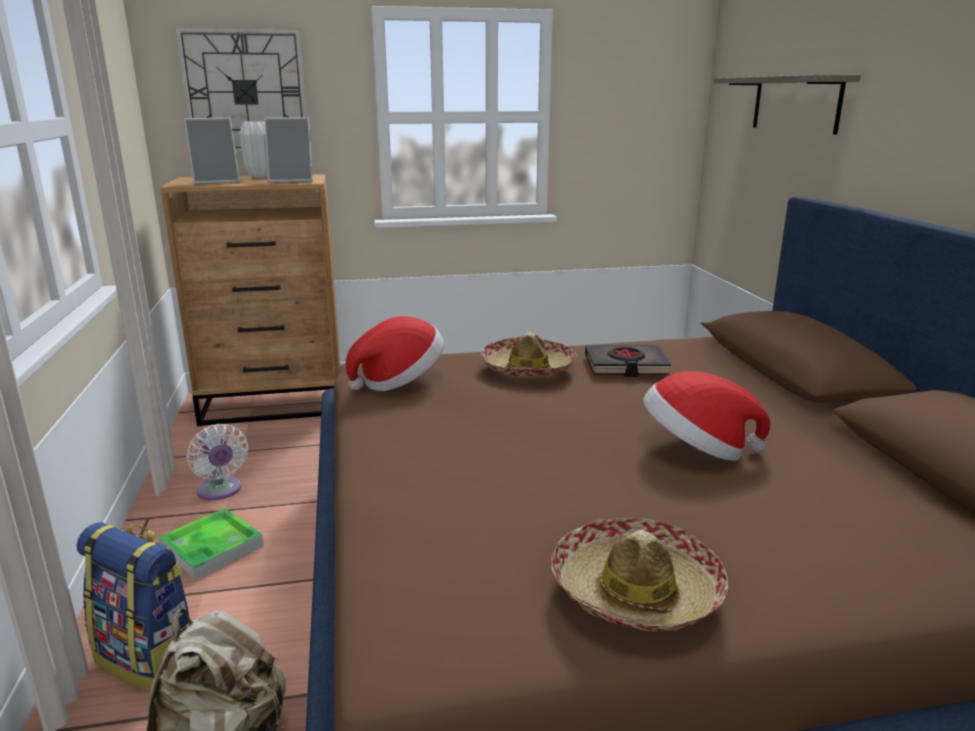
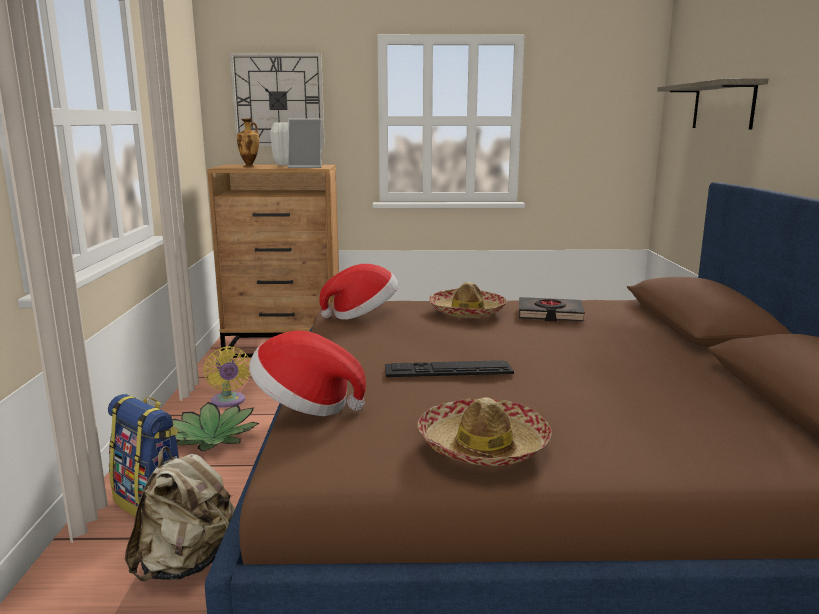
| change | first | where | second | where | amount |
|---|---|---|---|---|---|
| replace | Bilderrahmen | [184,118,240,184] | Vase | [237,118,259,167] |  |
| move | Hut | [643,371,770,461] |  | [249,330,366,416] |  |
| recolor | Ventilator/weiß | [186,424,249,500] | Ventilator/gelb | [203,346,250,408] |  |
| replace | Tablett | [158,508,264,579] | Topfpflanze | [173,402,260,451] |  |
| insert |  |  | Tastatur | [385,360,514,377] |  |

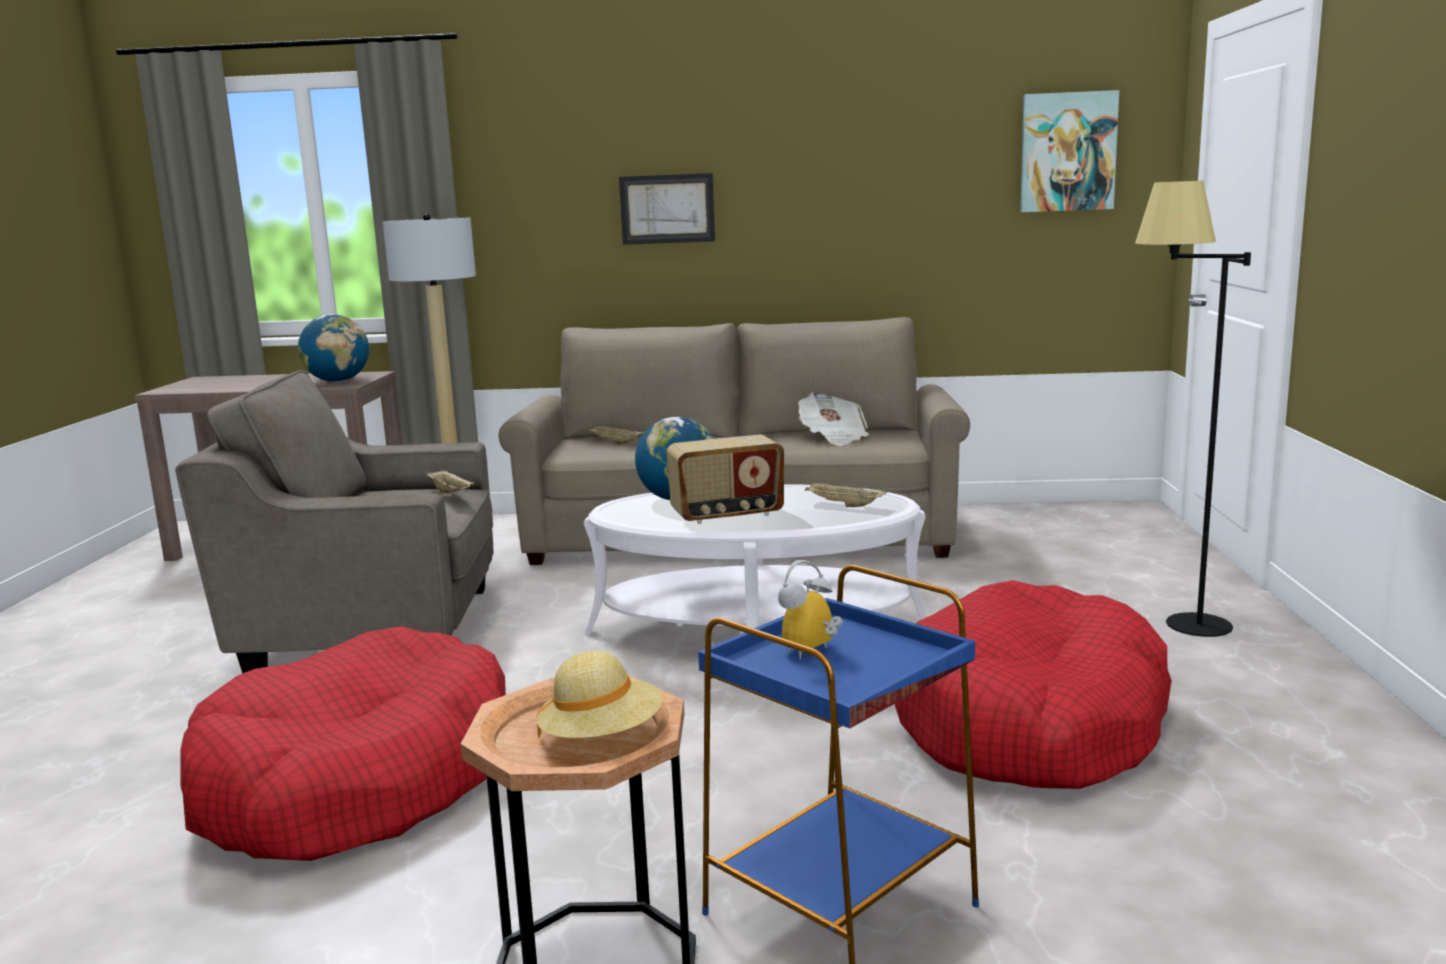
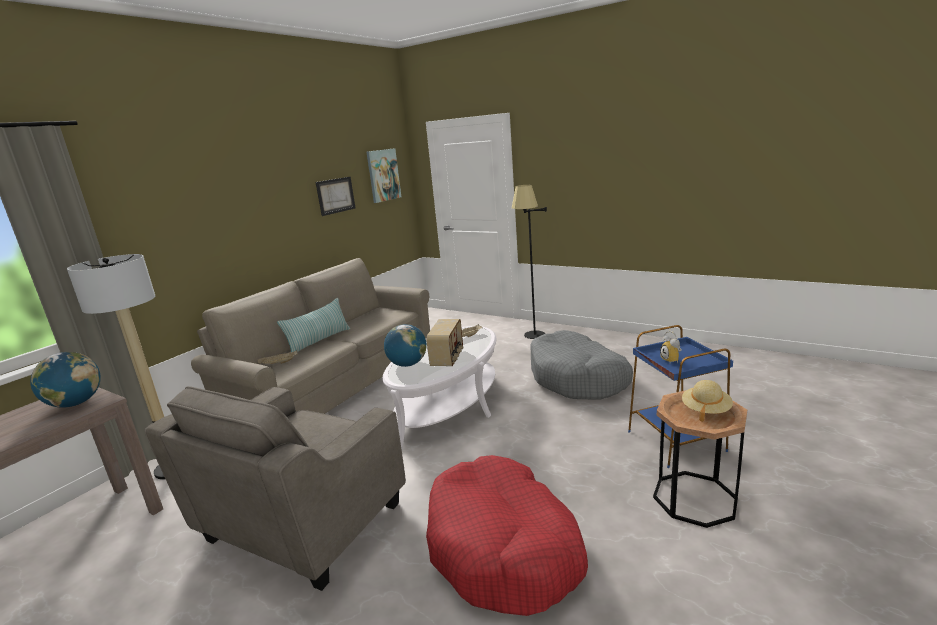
| change | first | where | second | where | amount |
|---|---|---|---|---|---|
| move | Bild | [619,173,715,245] |  | [316,177,355,216] |  |
| delete | Zeitung | [798,392,869,446] |  |  |  |
| delete | Tablett/beige | [426,470,474,493] |  |  |  |
| recolor | Hundebett/rot | [895,580,1172,789] | Hundebett/grau | [530,330,633,400] |  |
| insert |  |  | Kissen | [277,298,350,352] |  |

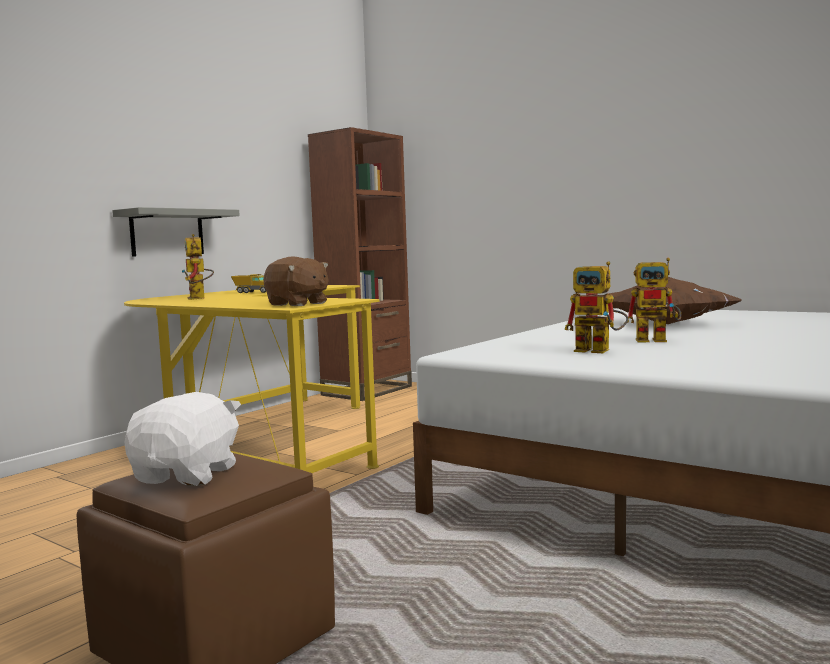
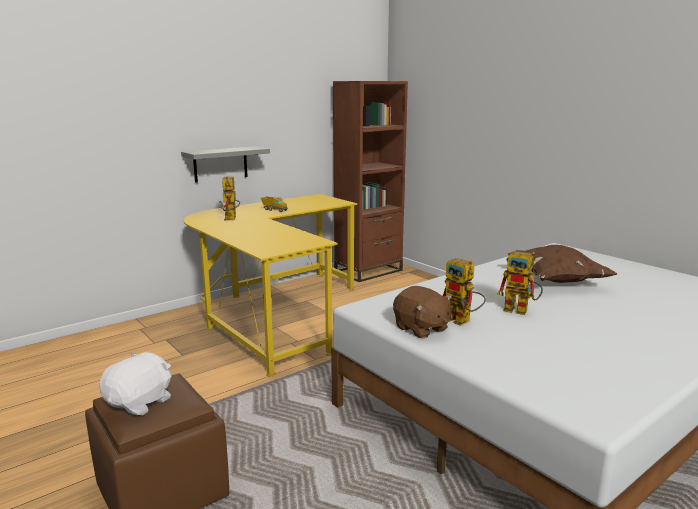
| change | first | where | second | where | amount |
|---|---|---|---|---|---|
| move | Plüschtier/braun | [263,256,329,306] |  | [393,286,452,339] |  |

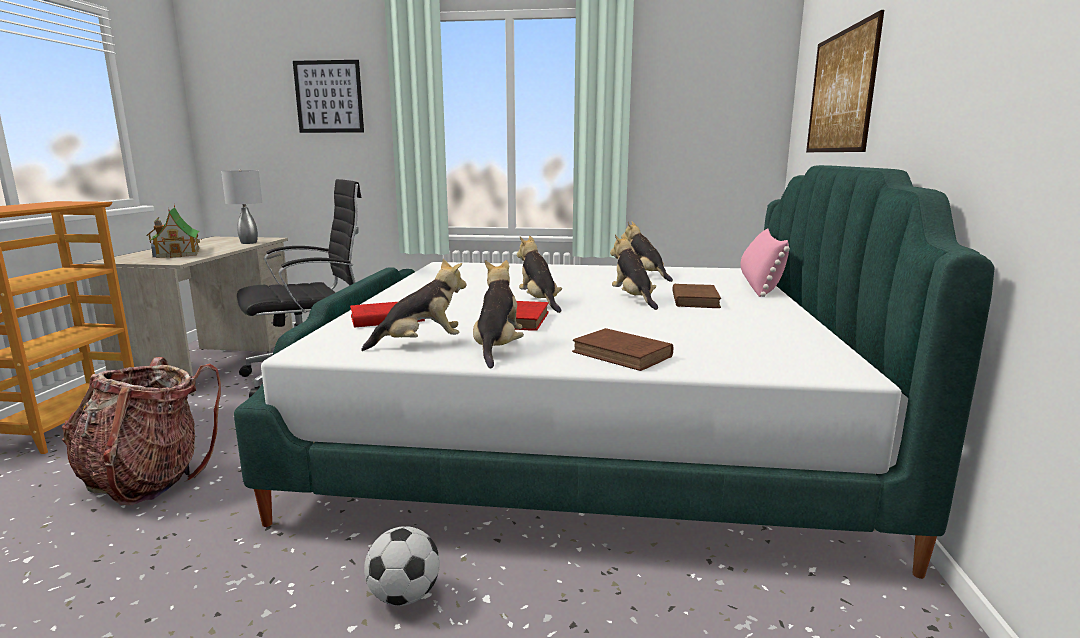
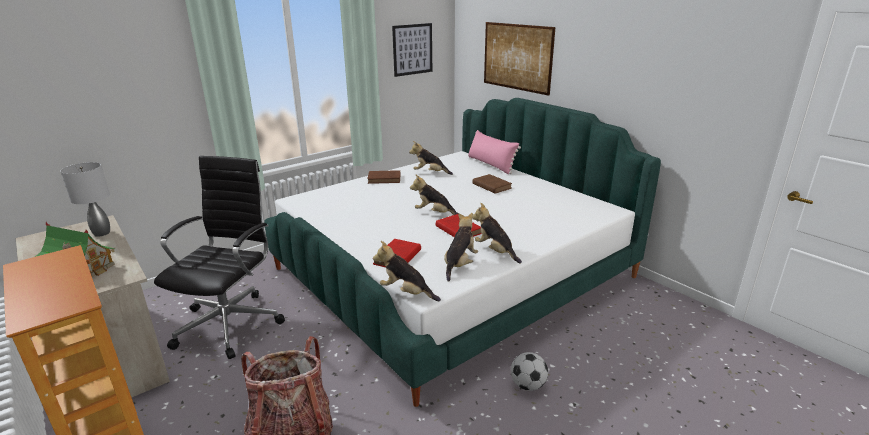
| change | first | where | second | where | amount |
|---|---|---|---|---|---|
| move | Bild | [293,60,364,133] |  | [392,23,432,77] |  |
| move | Plüschtier | [610,234,658,310] |  | [373,241,441,301] |  |
| move | Buch/braun | [572,328,673,371] |  | [368,170,401,184] |  |

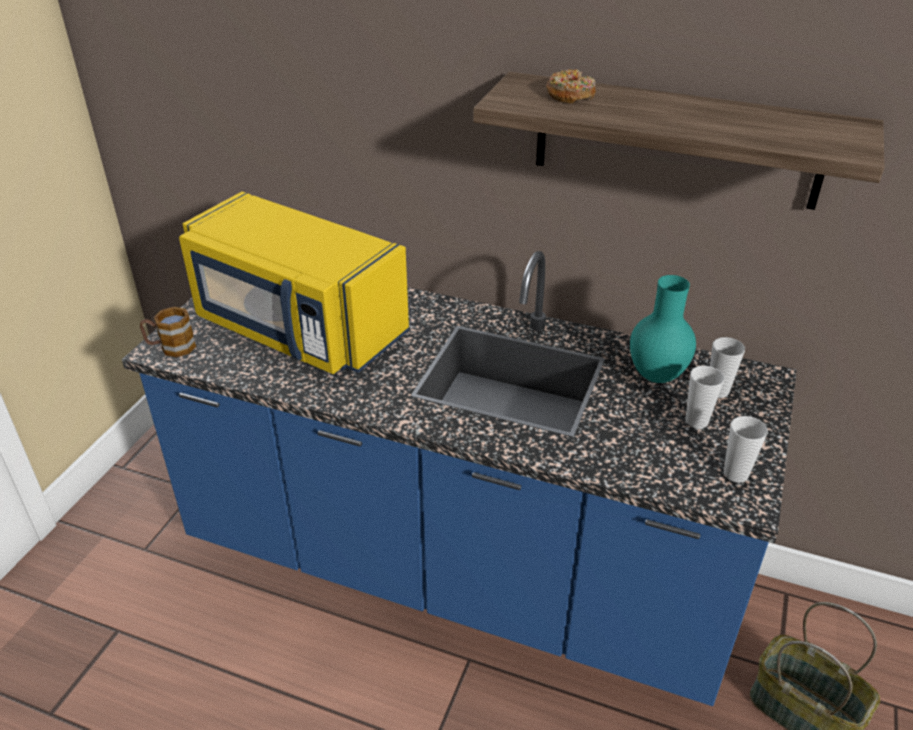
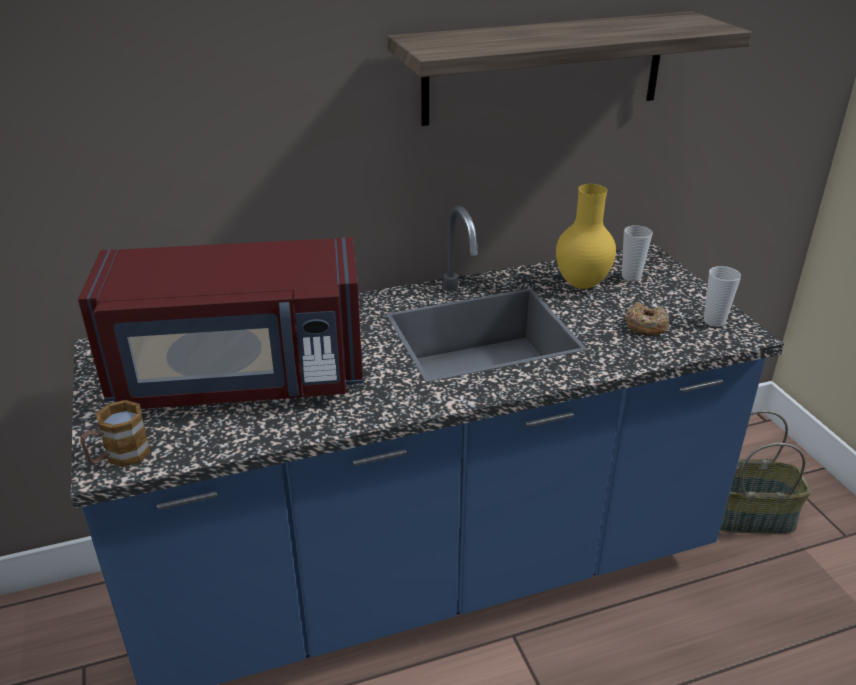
| change | first | where | second | where | amount |
|---|---|---|---|---|---|
| move | Donut | [546,69,596,103] |  | [625,303,669,336] |  |
| recolor | Mikrowelle/gelb | [179,192,409,374] | Mikrowelle/rot | [78,237,363,409] |  |
| recolor | Vase/türkis | [630,275,696,383] | Vase/gelb | [556,184,616,289] |  |
| delete | Tasse | [685,366,724,429] |  |  |  |

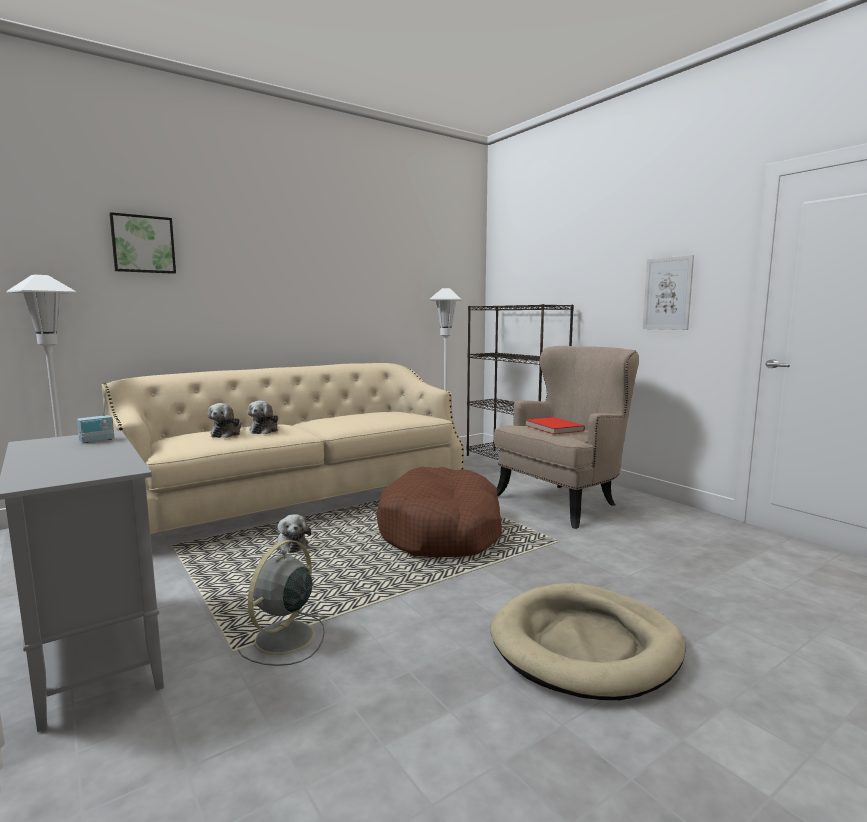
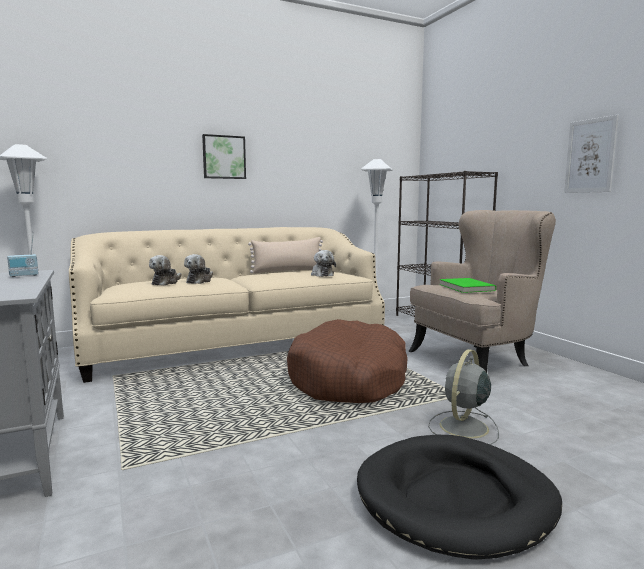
| change | first | where | second | where | amount |
|---|---|---|---|---|---|
| move | Bild | [109,212,176,274] |  | [202,134,246,179] |  |
| recolor | Buch/rot | [526,417,585,434] | Buch/grün | [439,278,496,293] |  |
| move | Plüschtier | [276,514,311,553] |  | [311,250,336,277] |  |
| move | Ventilator/grau | [238,540,326,666] |  | [428,349,499,445] |  |
| recolor | Hundebett/beige | [490,583,686,700] | Hundebett/schwarz | [357,435,562,560] |  |
| insert |  |  | Kissen/beige | [248,237,323,274] |  |

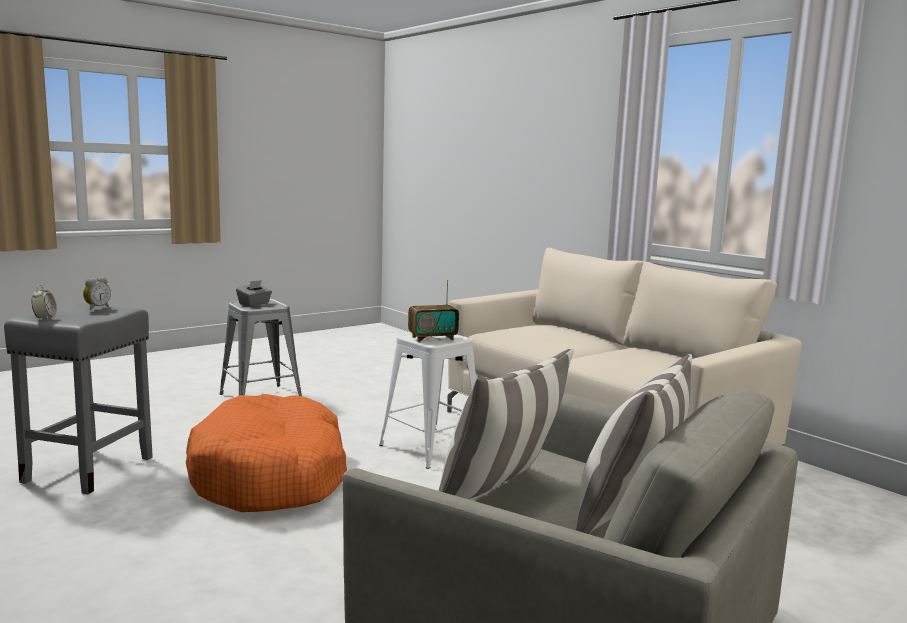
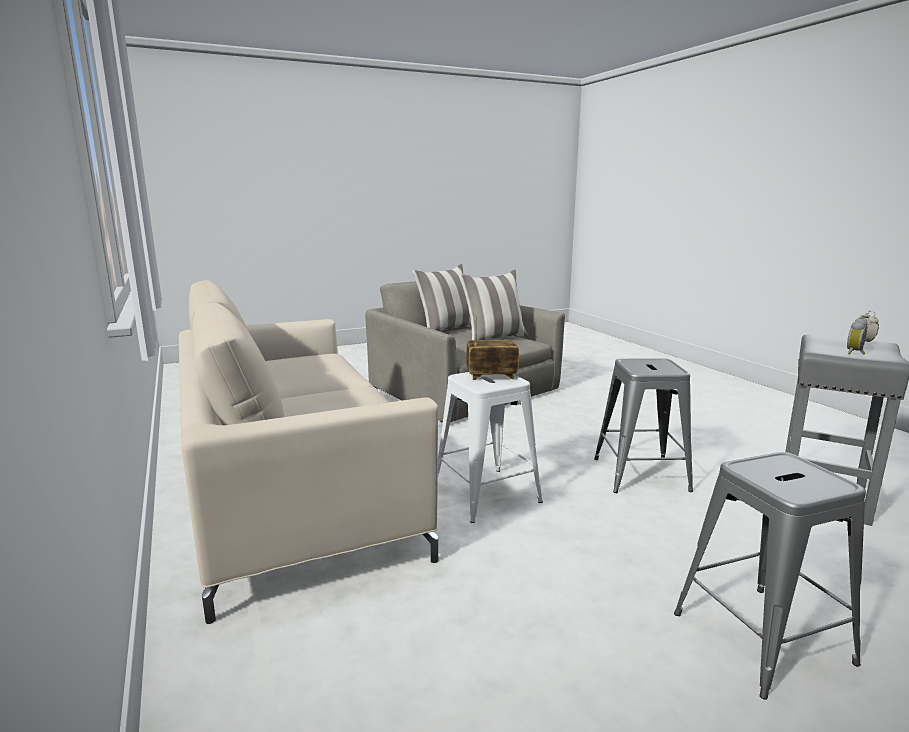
| change | first | where | second | where | amount |
|---|---|---|---|---|---|
| delete | Taschentuchbox/grau | [236,280,272,306] |  |  |  |
| replace | Hundebett/orange | [186,394,347,512] | Hocker/grau | [594,358,693,493] |  |

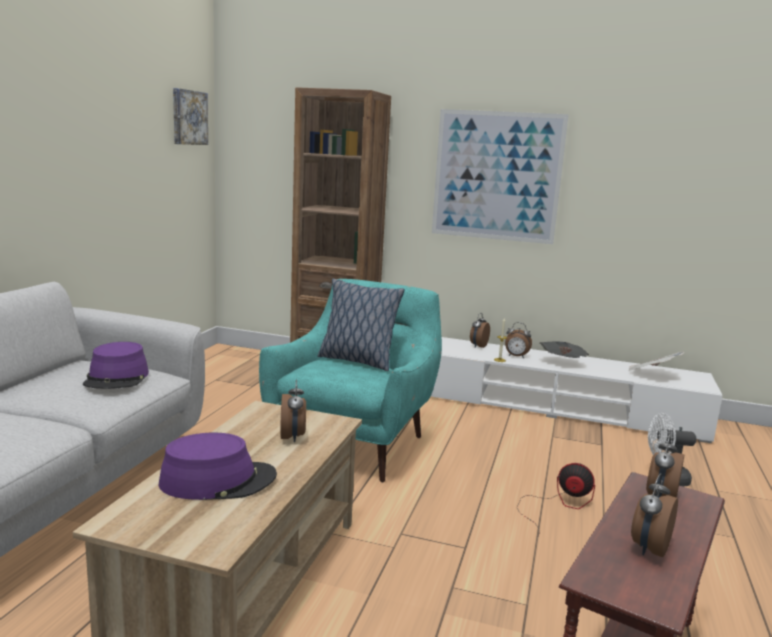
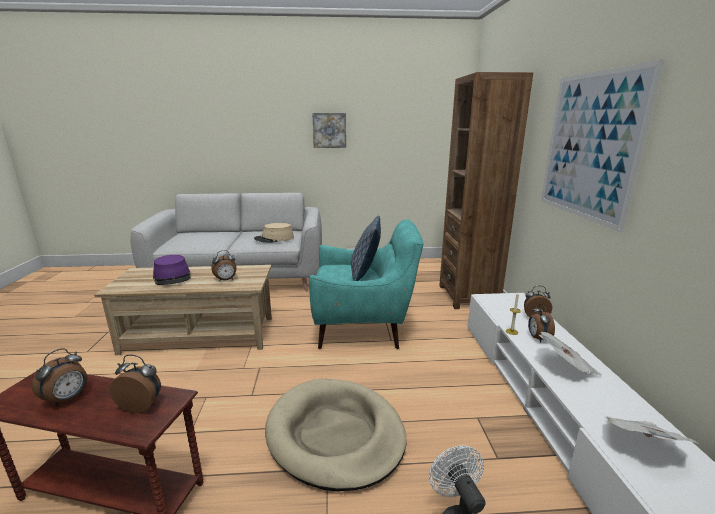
| change | first | where | second | where | amount |
|---|---|---|---|---|---|
| move | Bild | [173,88,208,145] |  | [312,113,346,148] |  |
| recolor | Hut/lila | [83,342,149,389] | Hut/beige | [254,223,294,243] |  |
| replace | Ventilator | [517,463,595,538] | Hundebett/beige | [265,379,407,491] |  |
| rotate | Wecker | [631,473,678,557] |  | [32,348,87,407] | 105 degrees clockwise |

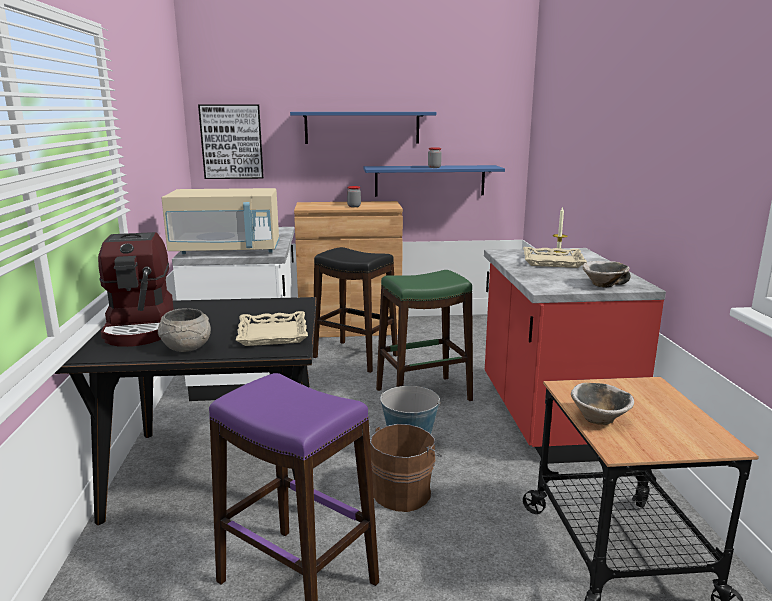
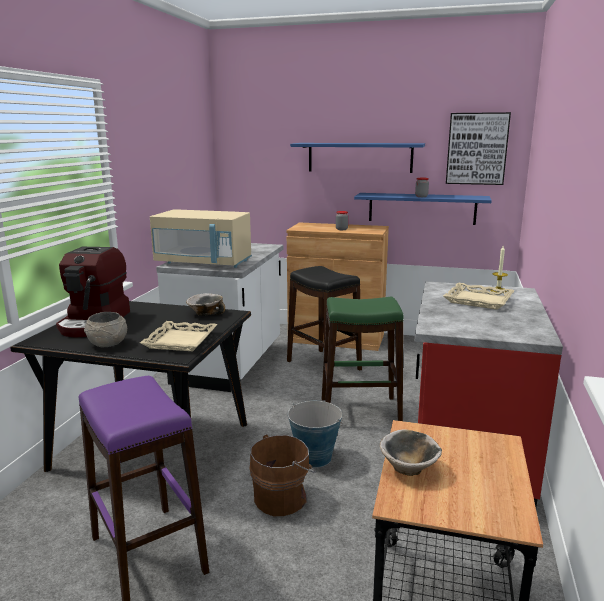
| change | first | where | second | where | amount |
|---|---|---|---|---|---|
| move | Bild | [198,104,264,179] |  | [446,112,511,185] |  |
| move | Schüssel | [582,261,631,287] |  | [186,293,225,316] |  |

